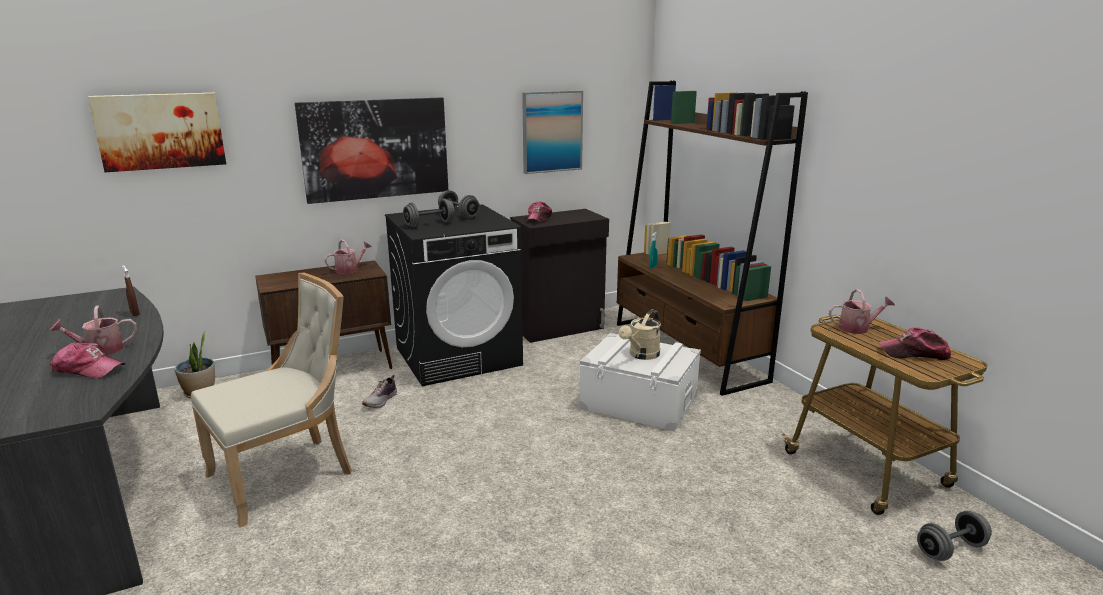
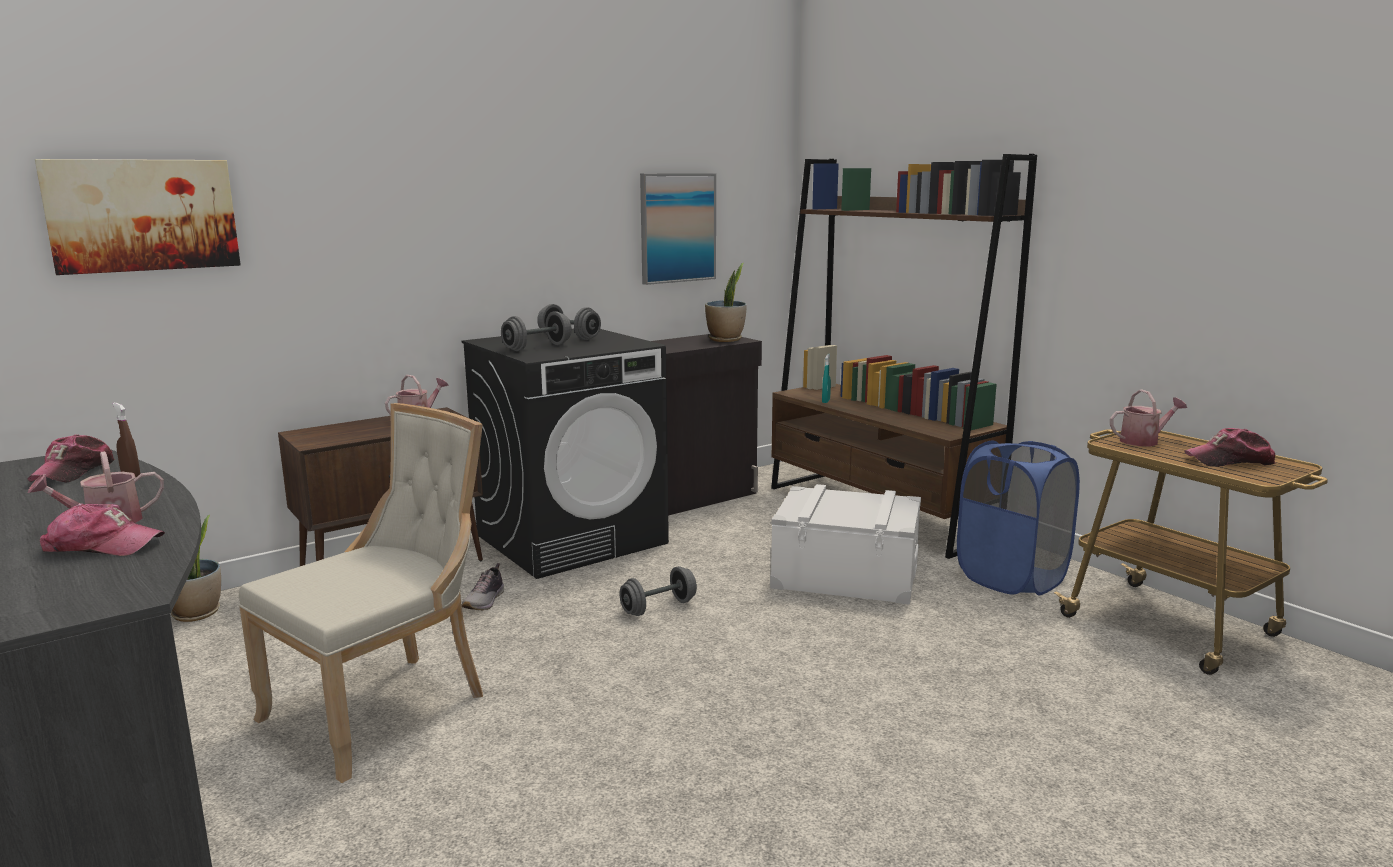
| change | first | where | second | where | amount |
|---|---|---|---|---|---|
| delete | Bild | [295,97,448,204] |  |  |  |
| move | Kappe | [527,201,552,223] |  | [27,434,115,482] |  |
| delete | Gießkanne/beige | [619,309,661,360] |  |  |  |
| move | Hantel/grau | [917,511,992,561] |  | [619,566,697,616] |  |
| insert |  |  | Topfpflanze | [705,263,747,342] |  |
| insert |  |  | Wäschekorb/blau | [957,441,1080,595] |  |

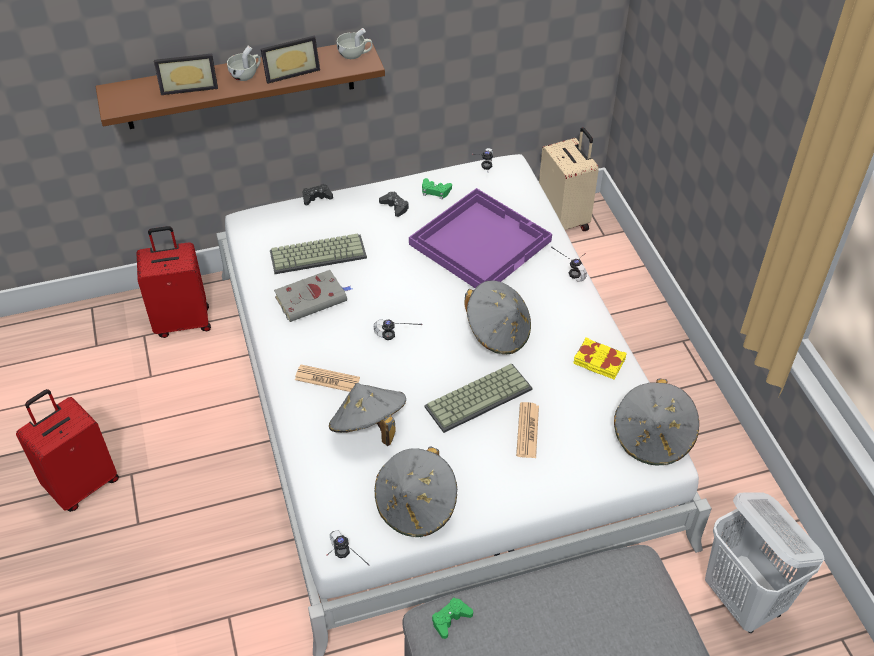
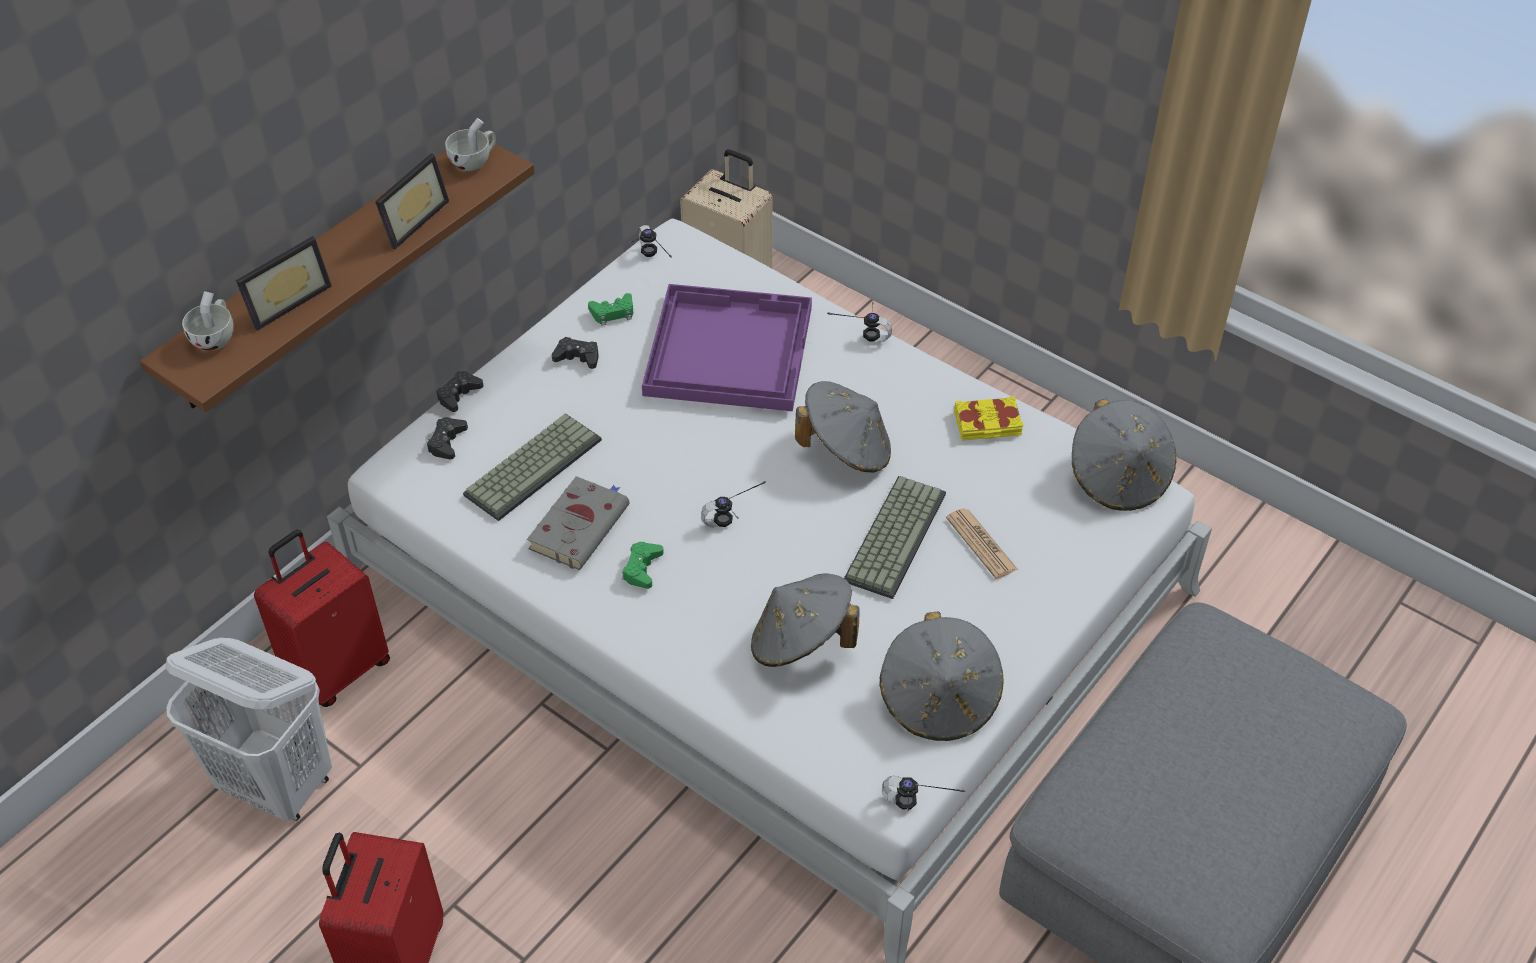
| change | first | where | second | where | amount |
|---|---|---|---|---|---|
| move | Tasse/weiß | [227,46,261,81] |  | [182,291,234,351] |  |
| delete | Zeitung | [295,365,360,392] |  |  |  |
| move | Wäschekorb/weiß | [705,492,824,633] |  | [165,638,332,821] |  |
| move | Gamepad/grün | [432,598,473,639] |  | [622,542,664,589] |  |
| insert |  |  | Gamepad/schwarz | [427,417,468,459] |  |

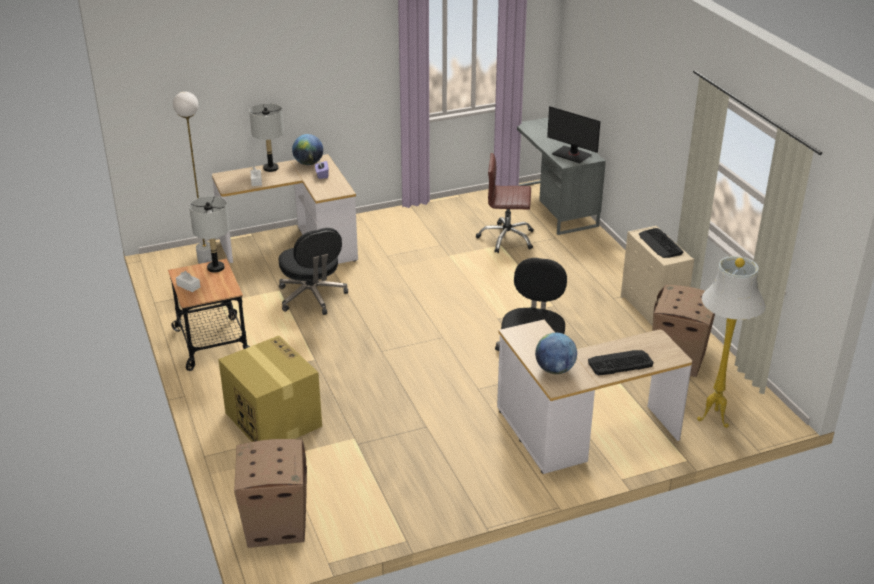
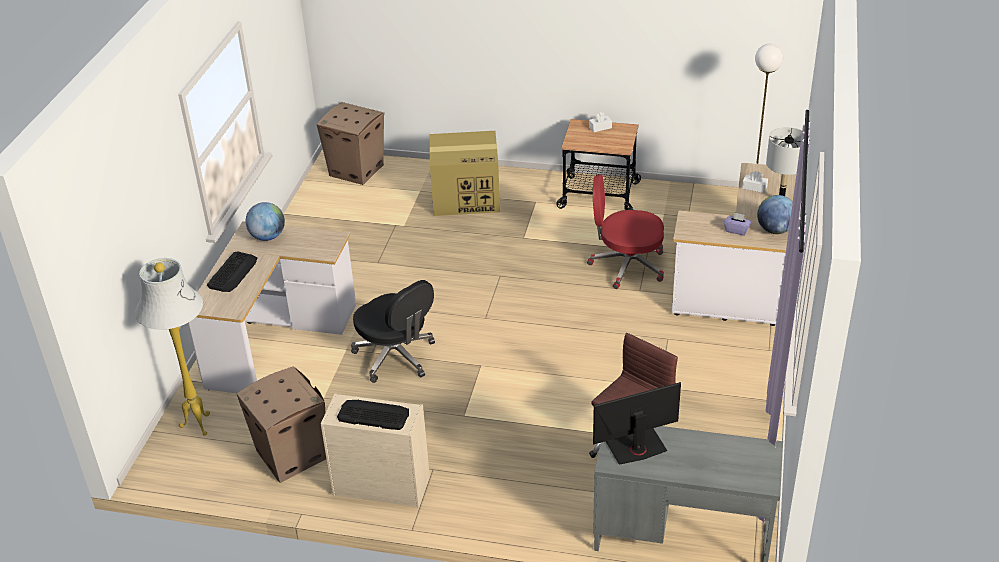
| change | first | where | second | where | amount |
|---|---|---|---|---|---|
| delete | Tischlampe/grau | [189,196,230,273] |  |  |  |
| recolor | Bürostuhl/schwarz | [278,228,348,315] | Bürostuhl/rot | [587,175,664,289] |  |

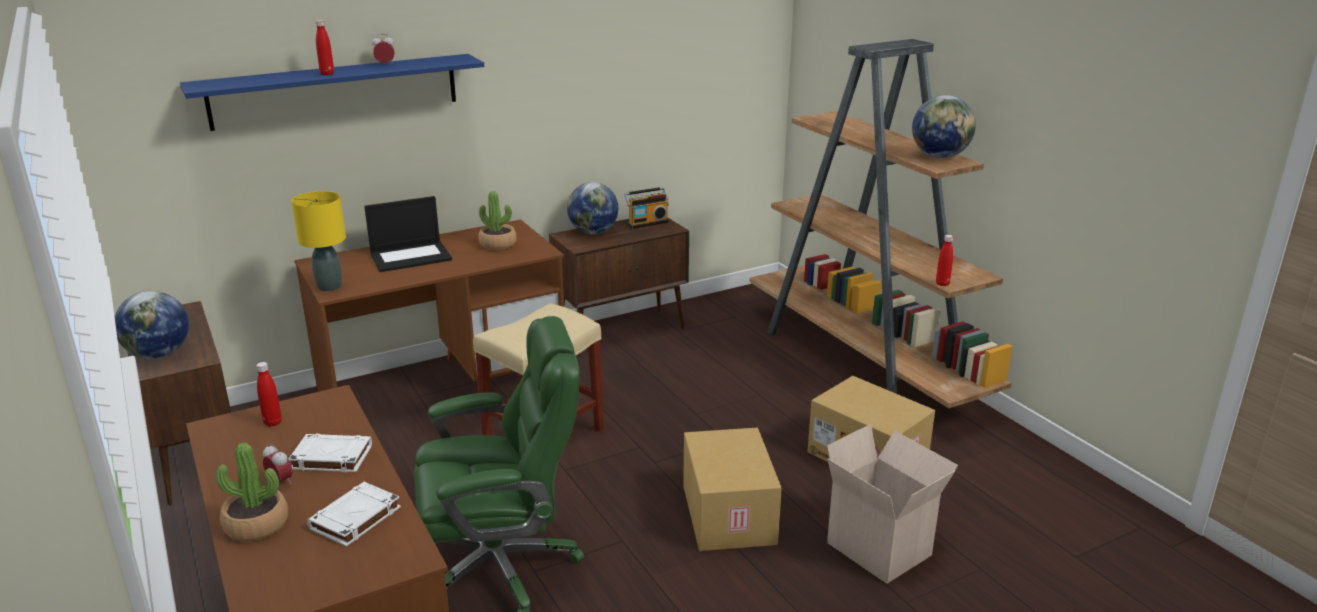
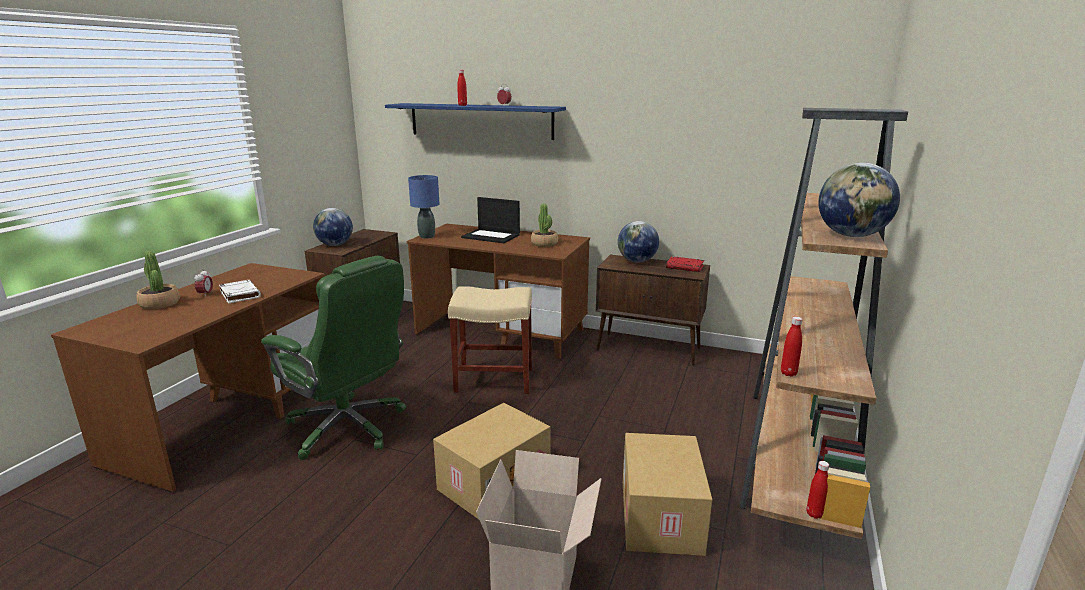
| change | first | where | second | where | amount |
|---|---|---|---|---|---|
| replace | Radio | [624,187,669,228] | Buch/rot | [666,256,704,272] |  |
| recolor | Tischlampe/gelb | [291,191,346,292] | Tischlampe/blau | [408,175,440,239] |  |
| move | Flasche/rot | [256,362,282,427] |  | [806,461,829,519] |  |
| delete | Buch/weiß | [307,482,401,547] |  |  |  |

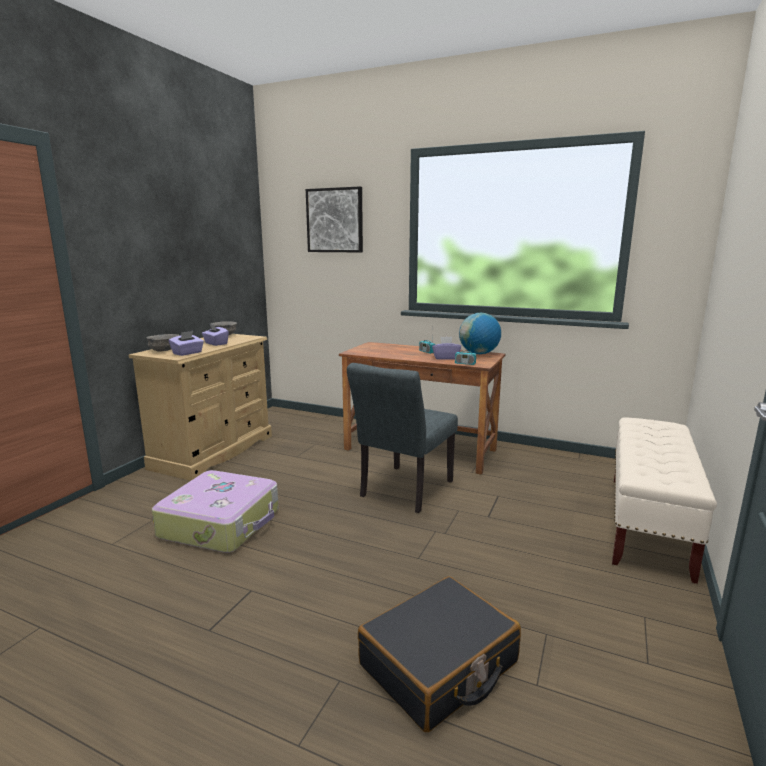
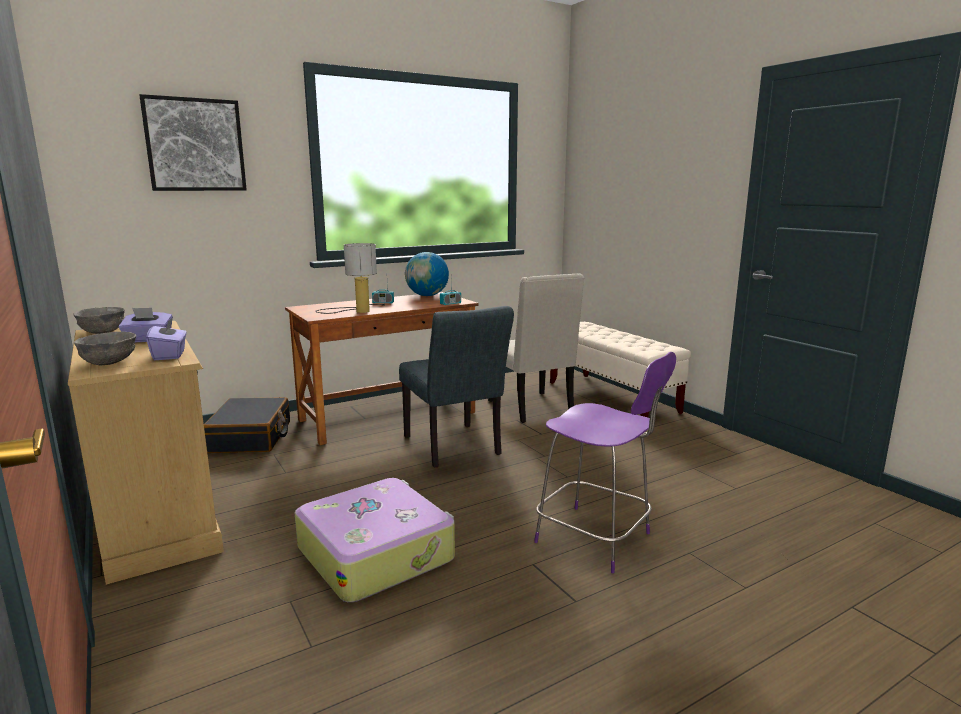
| change | first | where | second | where | amount |
|---|---|---|---|---|---|
| delete | Taschentuchbox/lila | [432,337,461,360] |  |  |  |
| move | Koffer/schwarz | [358,576,521,732] |  | [204,397,290,453] |  |
| insert |  |  | Tischlampe | [315,243,386,314] |  |
| insert |  |  | Stuhl/beige | [488,273,584,423] |  |
| insert |  |  | Stuhl/lila | [534,352,676,573] |  |

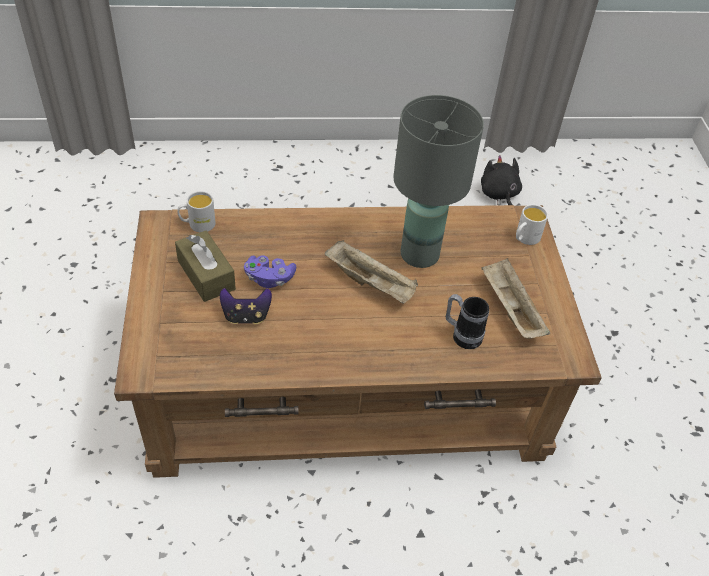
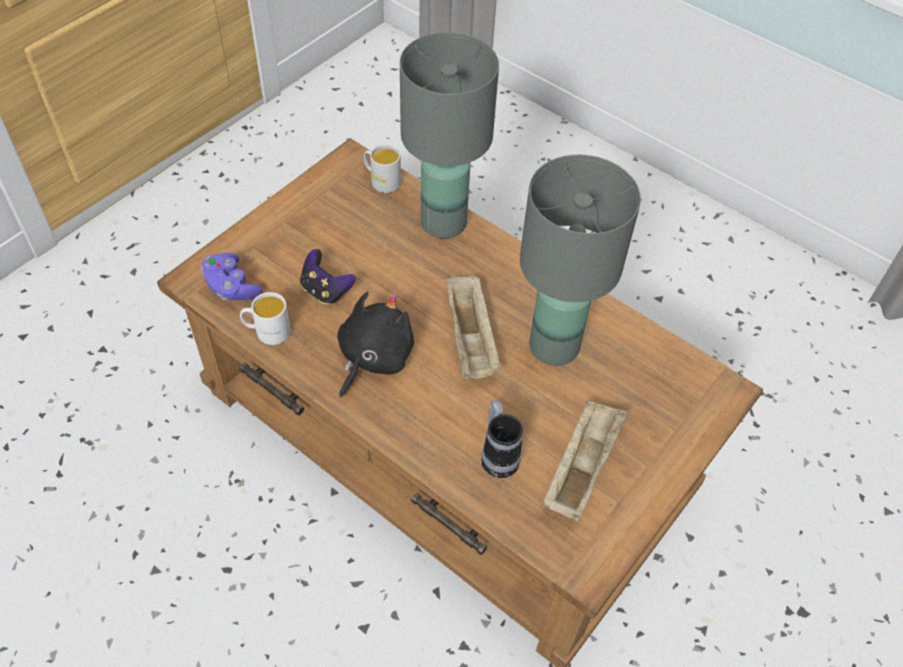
| change | first | where | second | where | amount |
|---|---|---|---|---|---|
| move | Plüschtier/schwarz | [481,155,522,205] |  | [337,292,414,398] |  |
| move | Henkelbecher/weiß | [516,204,548,245] |  | [240,292,291,345] |  |
| delete | Taschentuchbox/braun | [175,231,236,302] |  |  |  |
| move | Gamepad/lila | [244,255,296,288] |  | [201,253,262,300] |  |
| insert |  |  | Tischlampe/grau | [400,32,499,239] |  |

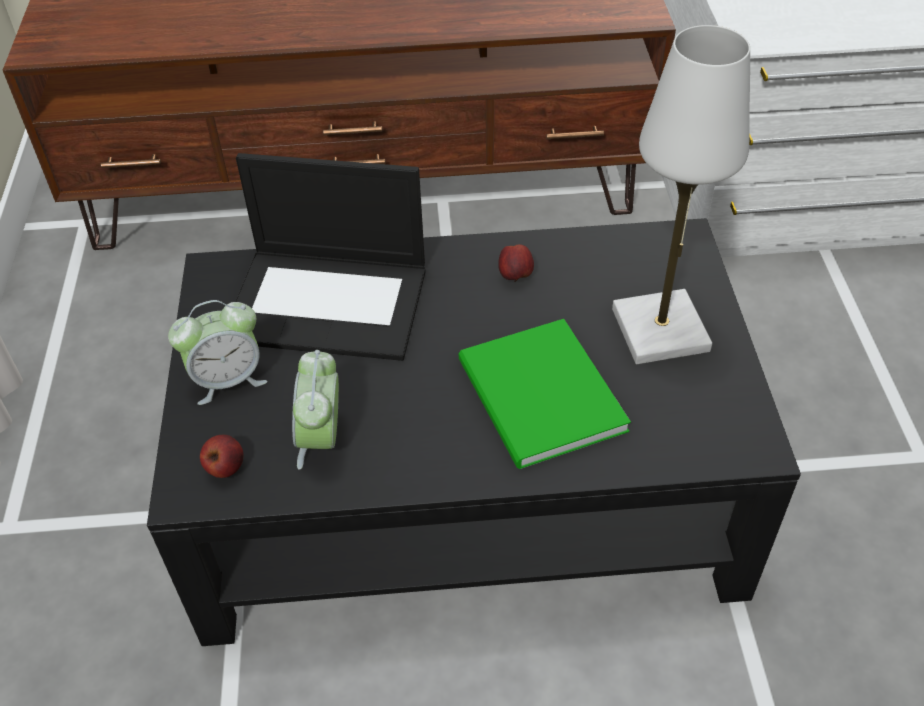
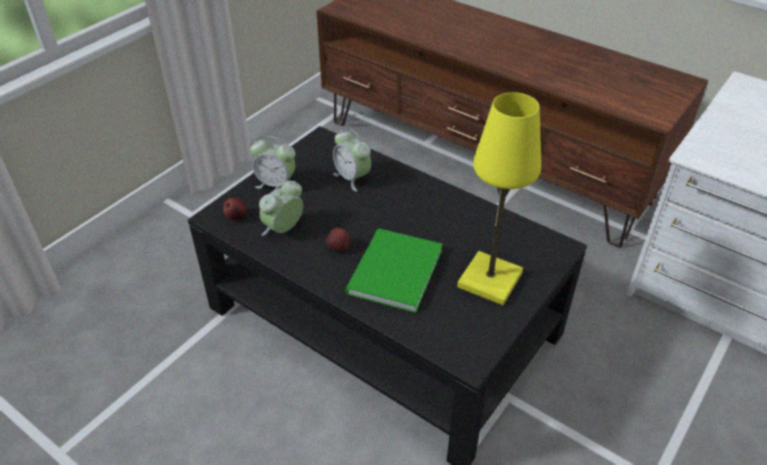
| change | first | where | second | where | amount |
|---|---|---|---|---|---|
| recolor | Tischlampe/weiß | [612,25,750,364] | Tischlampe/gelb | [457,92,541,305] |  |
| replace | Laptop | [235,153,426,361] | Wecker | [333,129,371,192] |  |
| move | Apfel | [498,244,534,282] |  | [326,228,350,251] |  |

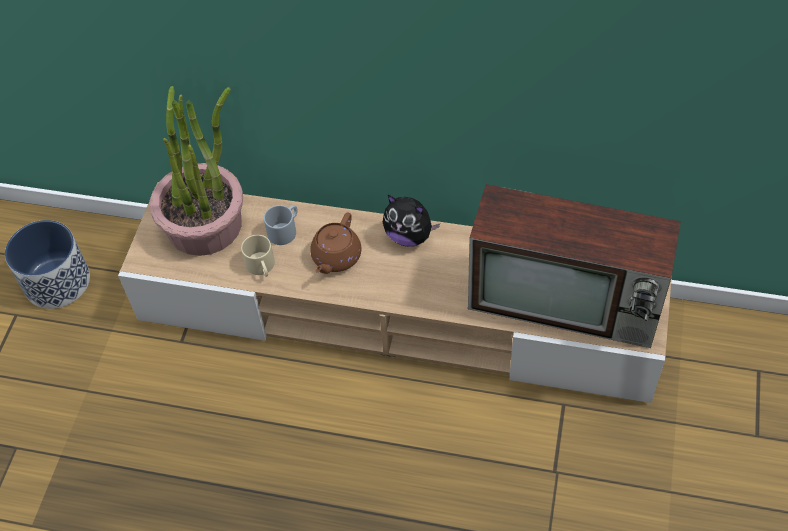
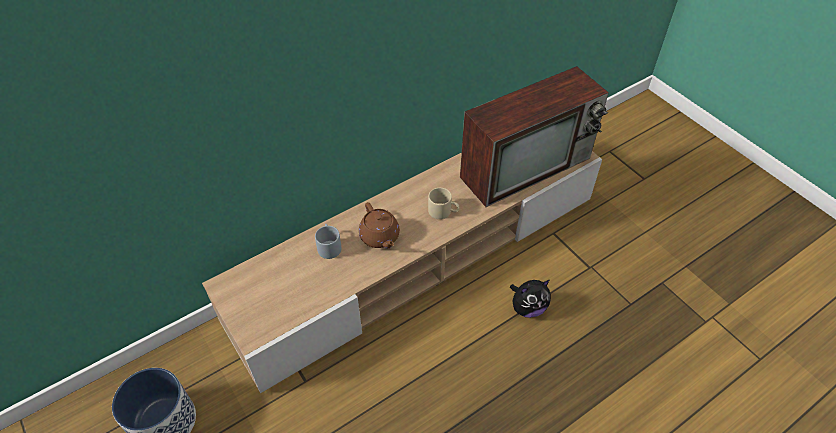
| change | first | where | second | where | amount |
|---|---|---|---|---|---|
| delete | Topfpflanze | [150,86,243,256] |  |  |  |
| move | Plüschtier | [383,195,440,247] |  | [510,280,551,318] |  |
| move | Henkelbecher/beige | [241,235,275,277] |  | [428,188,460,219] |  |

